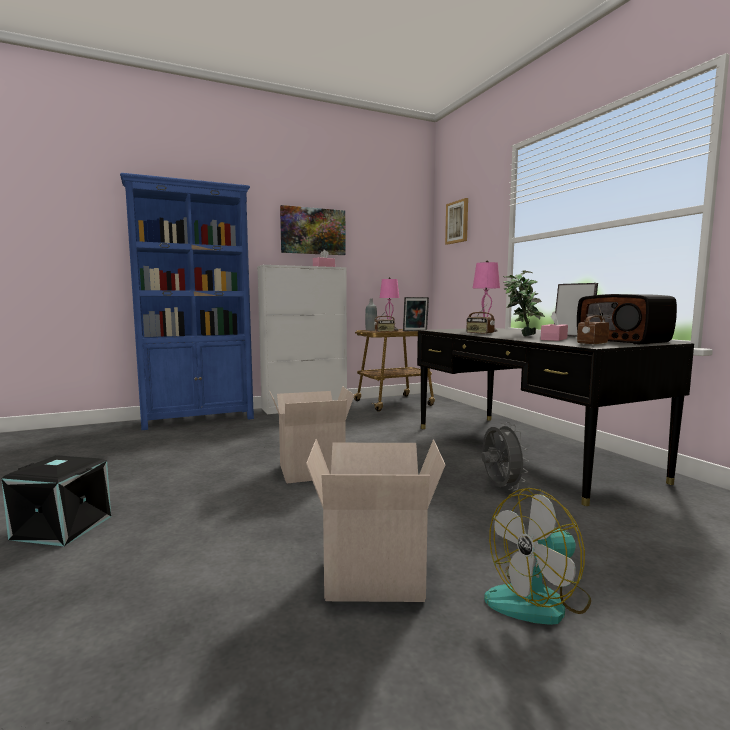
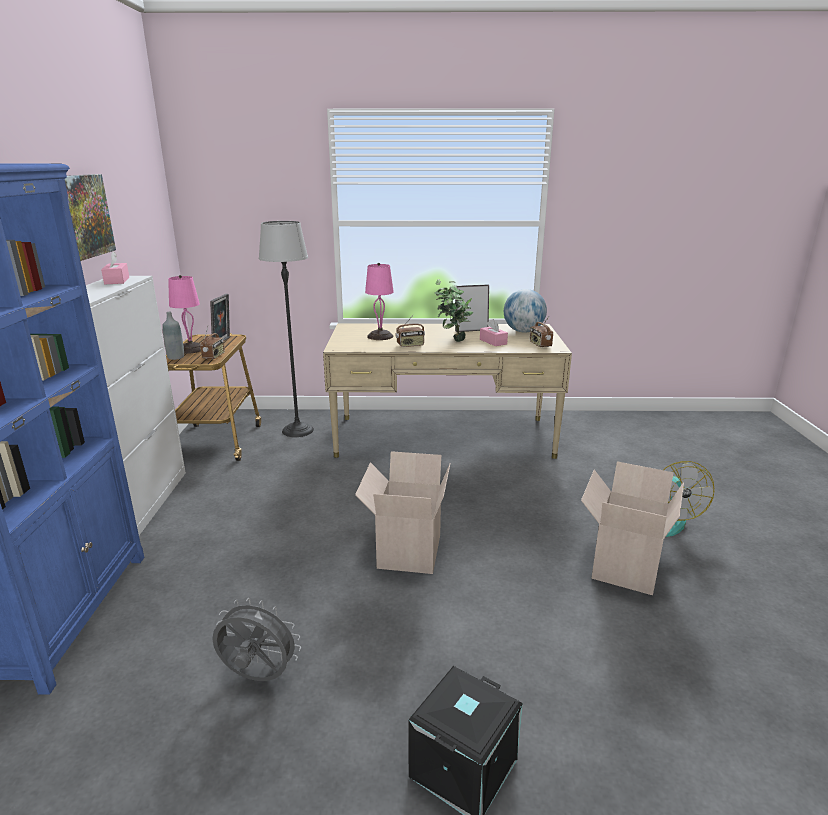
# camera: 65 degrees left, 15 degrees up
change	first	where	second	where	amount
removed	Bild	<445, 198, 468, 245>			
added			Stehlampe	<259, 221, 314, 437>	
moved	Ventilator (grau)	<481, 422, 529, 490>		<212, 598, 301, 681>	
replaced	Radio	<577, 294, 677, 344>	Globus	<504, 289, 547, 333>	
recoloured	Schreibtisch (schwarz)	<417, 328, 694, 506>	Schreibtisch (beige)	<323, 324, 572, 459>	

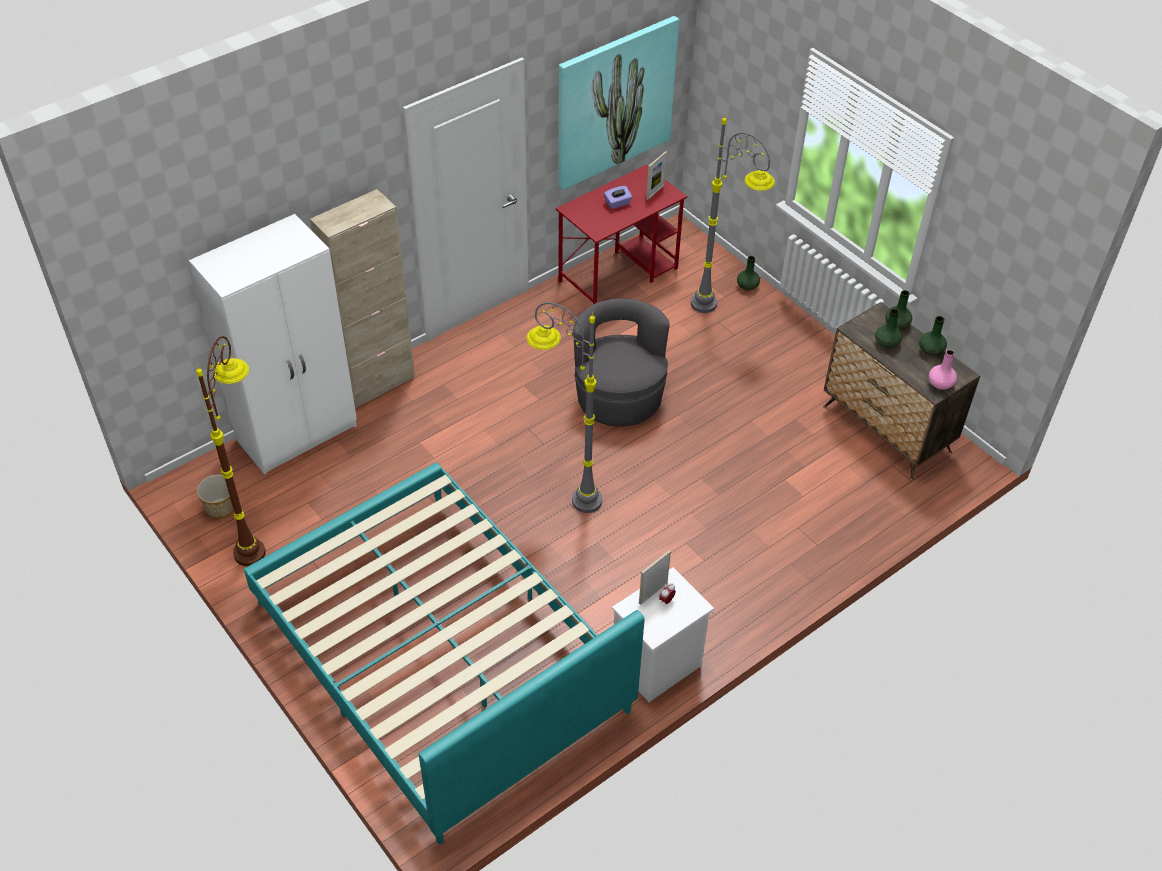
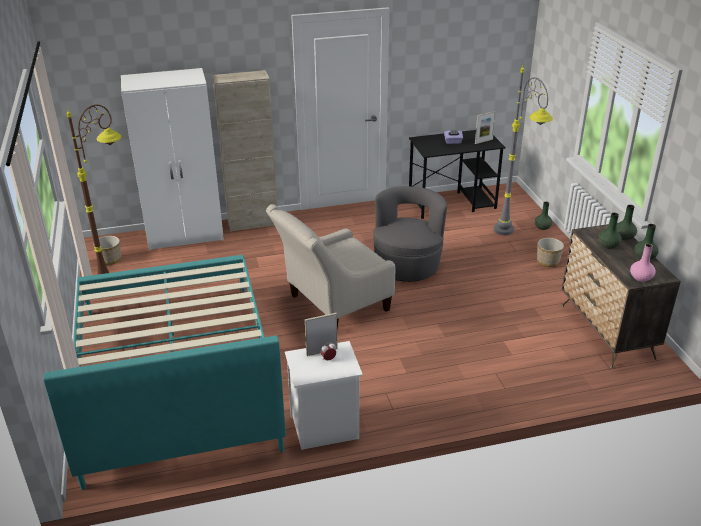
# camera: 25 degrees right, 15 degrees down
change	first	where	second	where	amount
removed	Bild	<558, 16, 679, 190>			
added			Pflanzkübel	<537, 238, 564, 267>	
replaced	Stehlampe (grau)	<527, 302, 602, 513>	Sessel (beige)	<266, 204, 395, 329>	
recoloured	Schreibtisch (rot)	<556, 165, 687, 304>	Schreibtisch (schwarz)	<409, 130, 506, 219>	

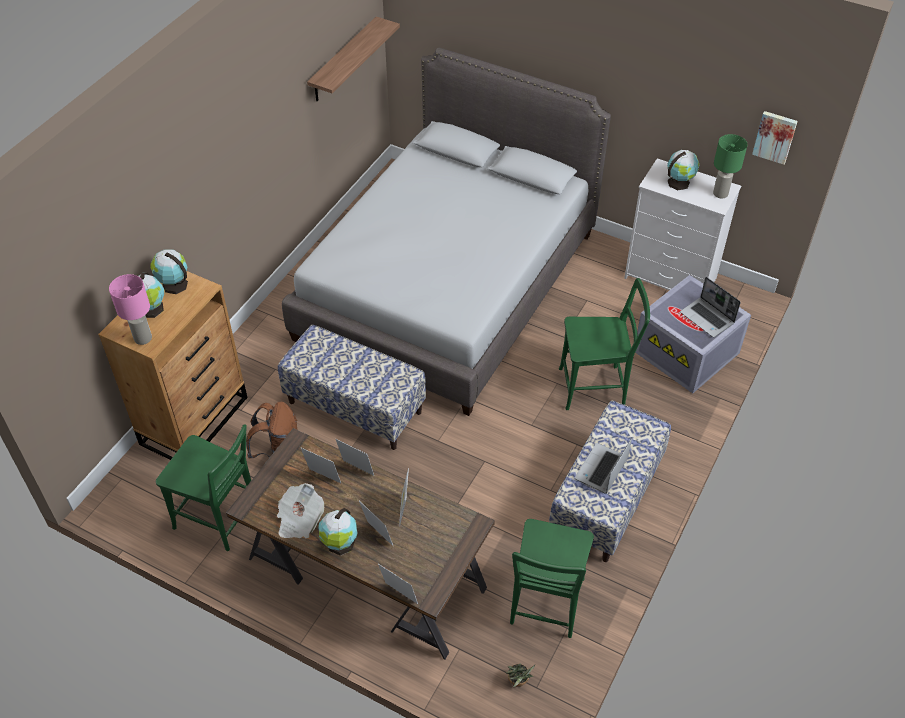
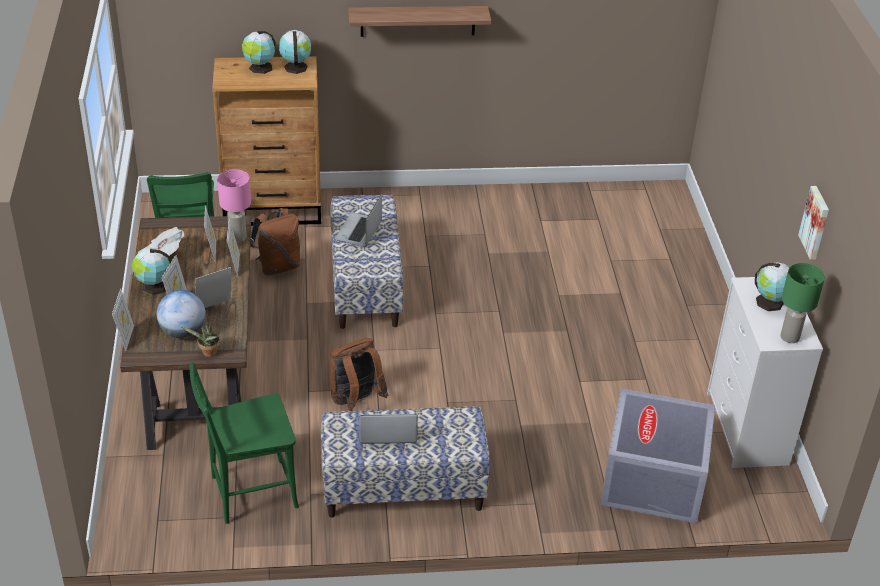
# camera: 55 degrees right, 10 degrees down
change	first	where	second	where	amount
removed	Bett (grau)	<282, 48, 611, 416>			
removed	Stuhl (grün)	<559, 278, 650, 410>			
added			Globus	<157, 290, 206, 338>	
added			Rucksack (braun)	<330, 338, 388, 411>	
moved	Tischlampe (rosa)	<109, 274, 152, 345>		<217, 169, 251, 242>	
moved	Wandregal	<307, 17, 400, 101>		<348, 6, 491, 37>	
moved	Topfpflanze	<506, 664, 535, 687>		<181, 325, 220, 357>	
moved	Laptop	<680, 277, 741, 337>		<335, 194, 382, 247>	
moved	Bild	<752, 111, 798, 165>		<798, 186, 829, 260>	

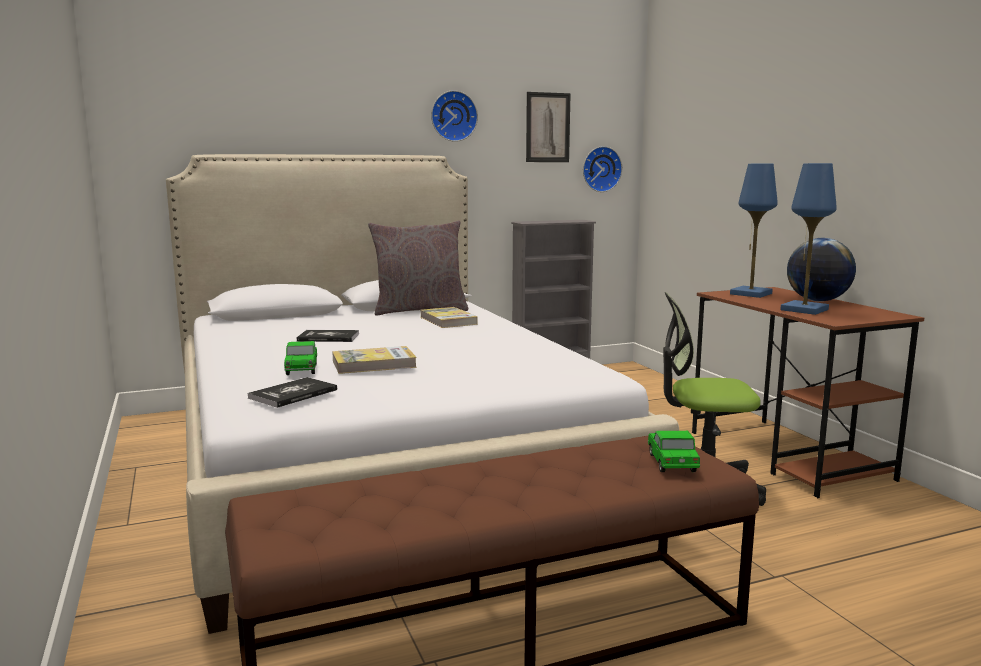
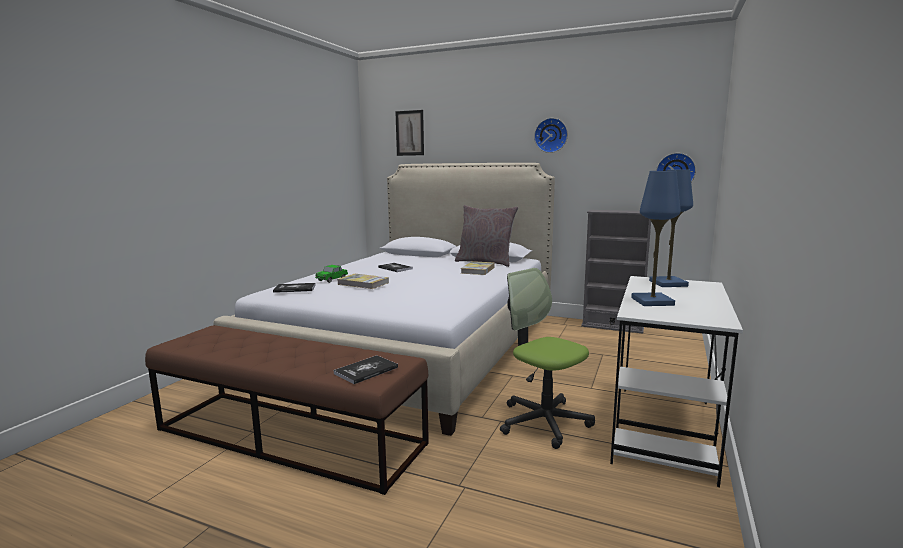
# camera: 45 degrees right, 0 degrees up
change	first	where	second	where	amount
removed	Globus	<787, 238, 856, 302>			
moved	Bild	<526, 92, 571, 162>		<395, 110, 424, 156>	
replaced	Spielzeugauto	<648, 431, 700, 472>	Buch	<333, 355, 398, 384>	
recoloured	Schreibtisch (braun)	<692, 287, 924, 498>	Schreibtisch (weiß)	<610, 276, 743, 487>	

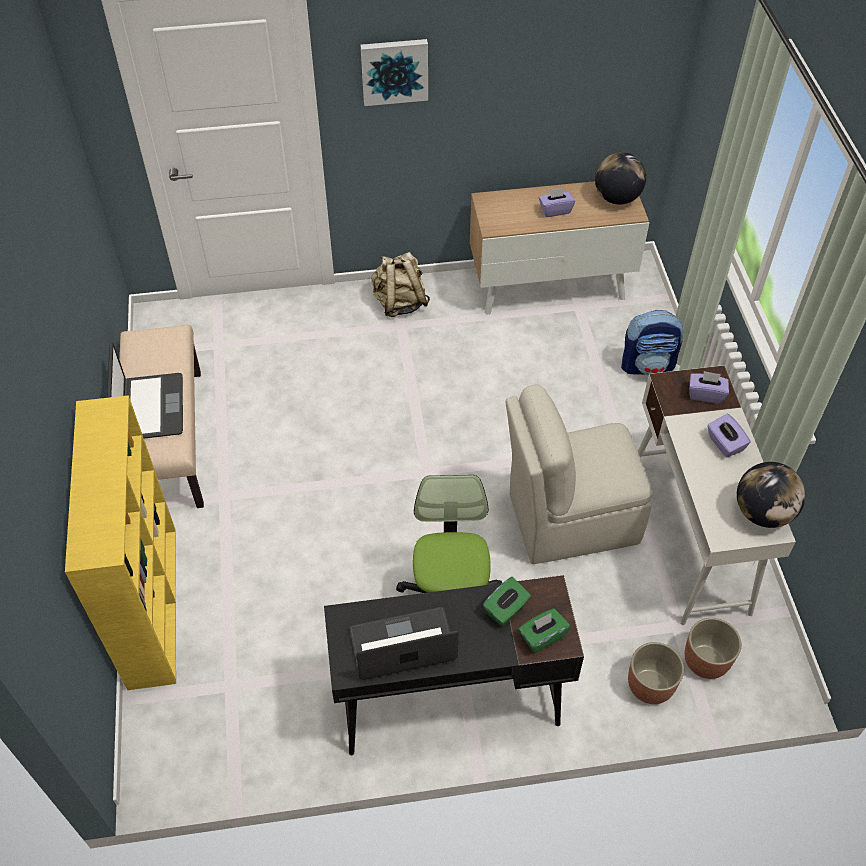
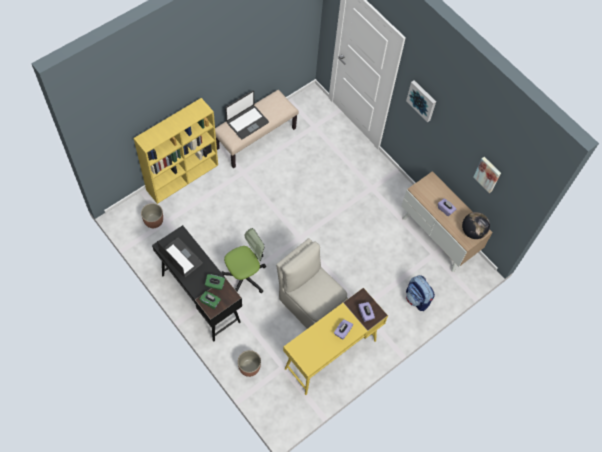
# camera: 55 degrees right, 10 degrees up
change	first	where	second	where	amount
removed	Rucksack (beige)	<371, 252, 430, 317>			
removed	Globus	<737, 462, 806, 528>			
added			Bild	<474, 157, 501, 193>	
moved	Pflanzkübel	<685, 618, 741, 679>		<141, 203, 163, 228>	
recoloured	Schreibtisch (weiß)	<638, 365, 796, 625>	Schreibtisch (gelb)	<283, 288, 388, 395>	

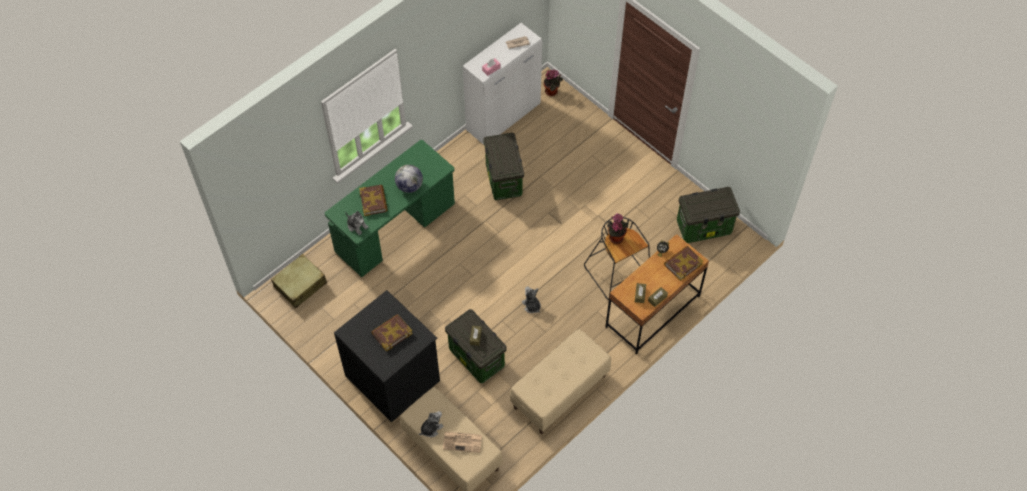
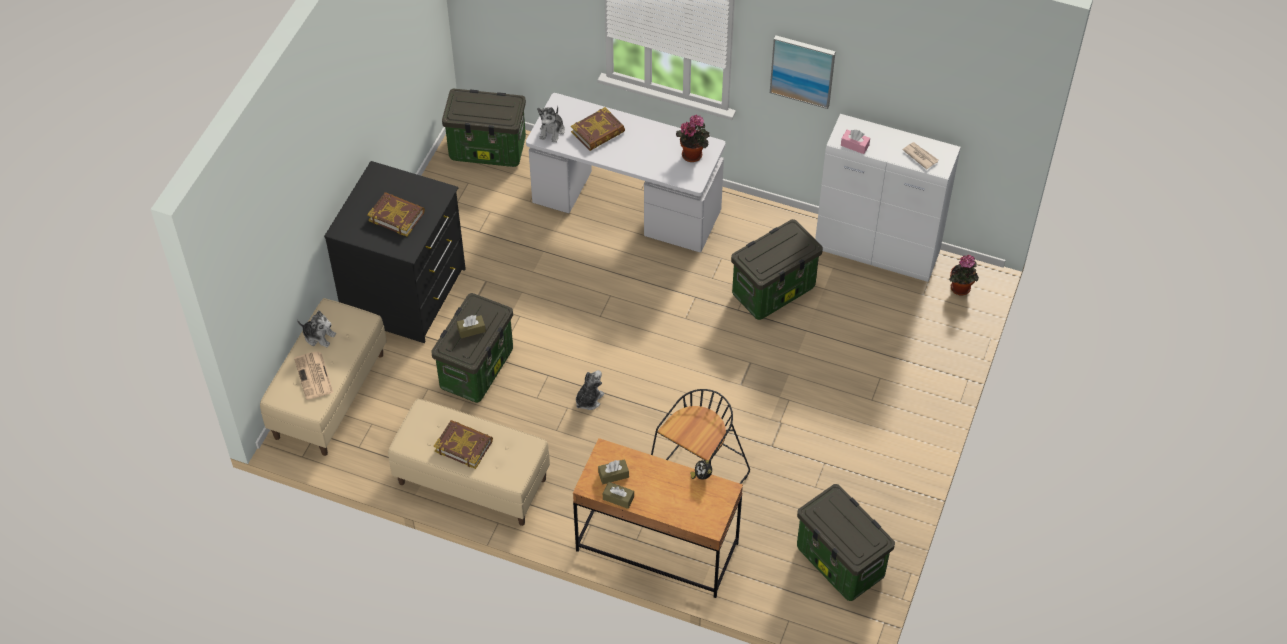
# camera: 65 degrees right, 5 degrees down
change	first	where	second	where	amount
removed	Globus	<395, 165, 423, 193>			
added			Bild	<770, 35, 836, 109>	
moved	Topfpflanze	<607, 213, 628, 244>		<676, 115, 710, 162>	
moved	Buch	<664, 246, 703, 281>		<434, 420, 493, 469>	
replaced	Koffer (beige)	<271, 254, 327, 308>	Aufbewahrungsbox	<442, 89, 526, 167>	
recoloured	Schreibtisch (grün)	<325, 140, 455, 277>	Schreibtisch (weiß)	<526, 93, 725, 252>	

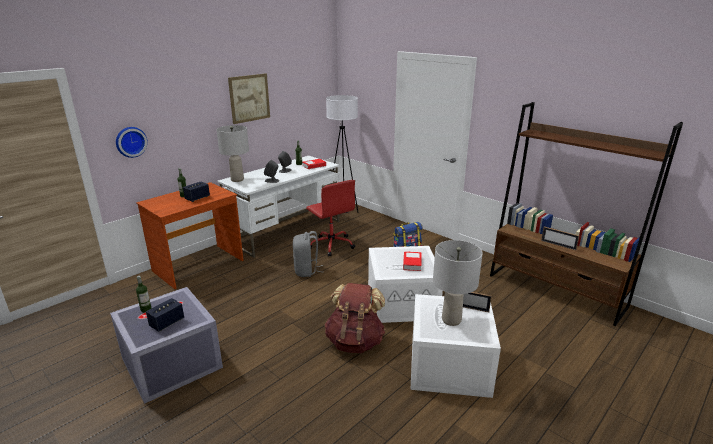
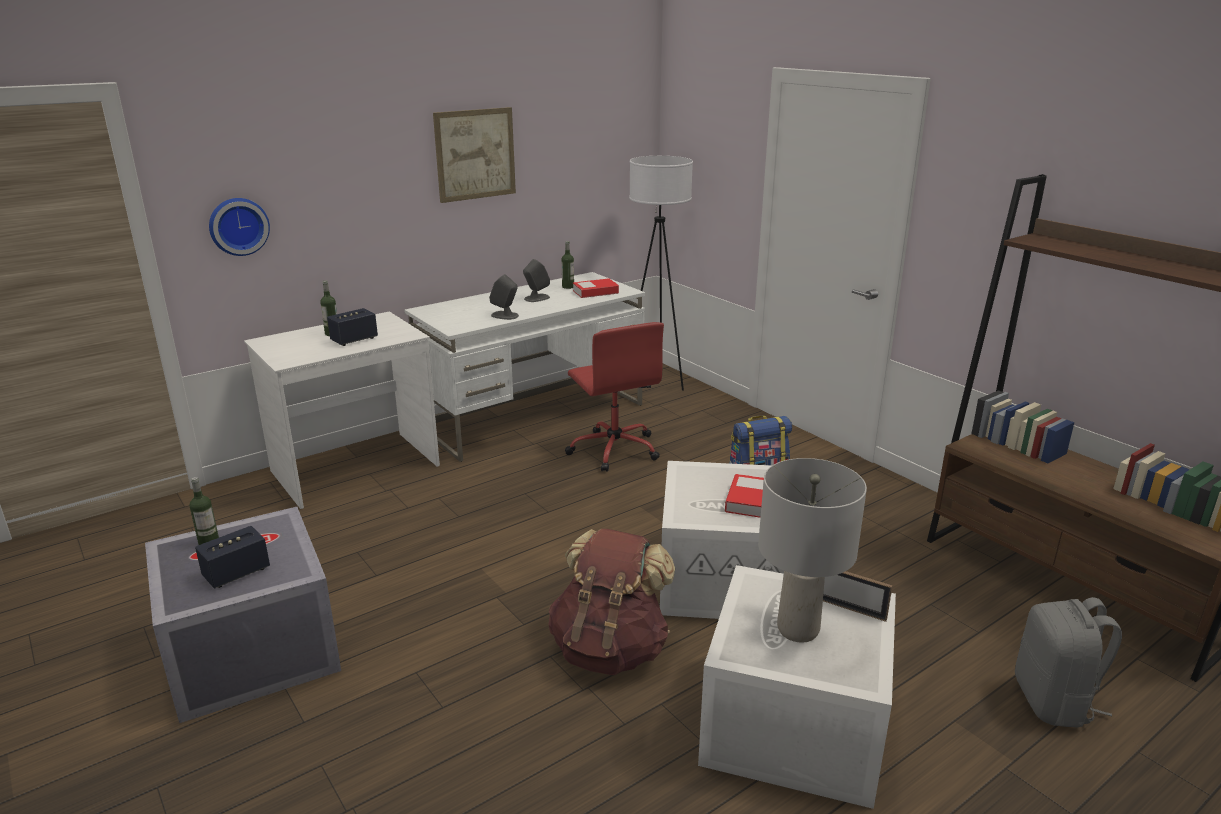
# camera: 10 degrees right, 0 degrees up
change	first	where	second	where	amount
removed	Tischlampe (grau)	<216, 125, 249, 182>			
removed	Bilderrahmen	<541, 227, 579, 250>			
moved	Rucksack (grau)	<293, 231, 324, 277>		<1015, 597, 1122, 728>	
recoloured	Schreibtisch (braun)	<136, 182, 244, 289>	Schreibtisch (weiß)	<244, 311, 440, 509>	

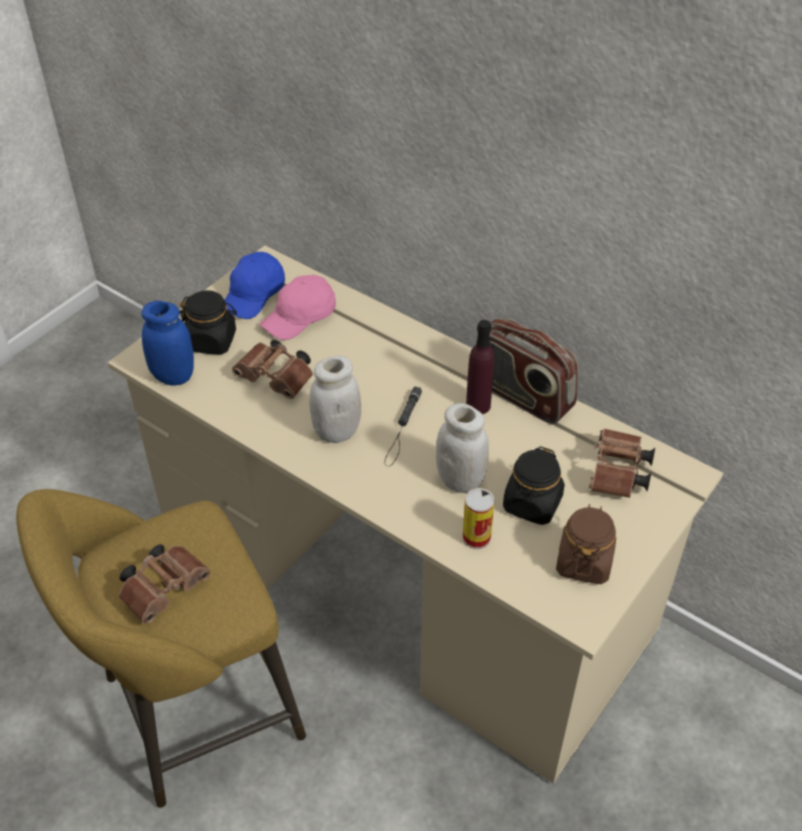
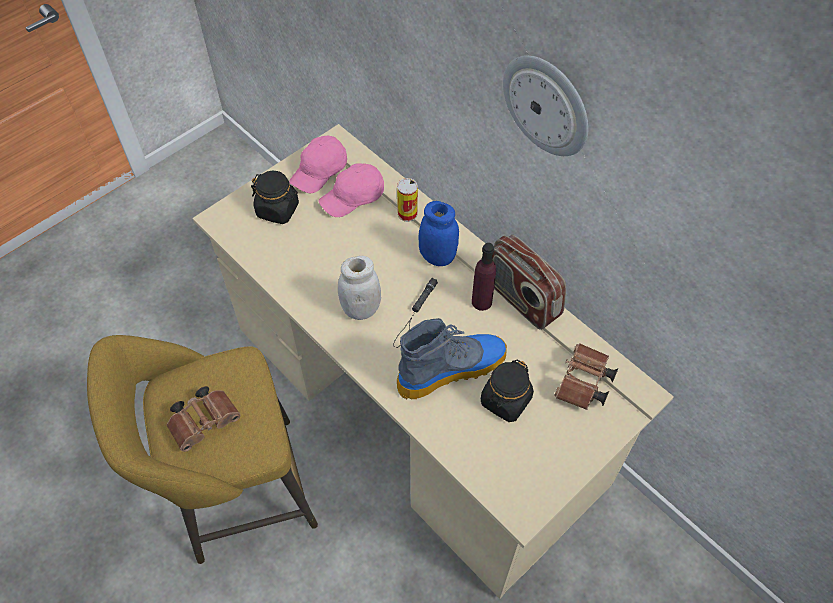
# camera: 10 degrees right, 10 degrees up
change	first	where	second	where	amount
removed	Fernglas (braun)	<232, 340, 313, 399>			
removed	Vorratsglas (braun)	<556, 504, 616, 584>			
added			Wanduhr	<503, 55, 589, 156>	
moved	Vorratsglas (blau)	<141, 301, 194, 386>		<418, 201, 459, 266>	
moved	Dose	<463, 488, 495, 549>		<397, 178, 418, 222>	
replaced	Vorratsglas (weiß)	<436, 403, 489, 493>	Stiefel	<397, 318, 507, 399>	
recoloured	Kappe (blau)	<224, 252, 285, 319>	Kappe (rosa)	<289, 136, 347, 193>	

